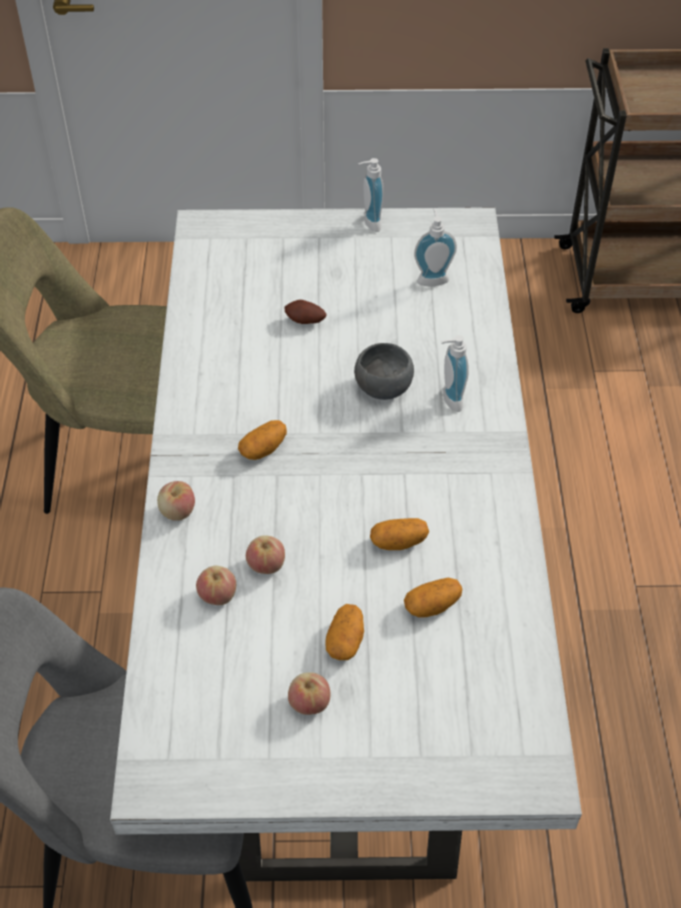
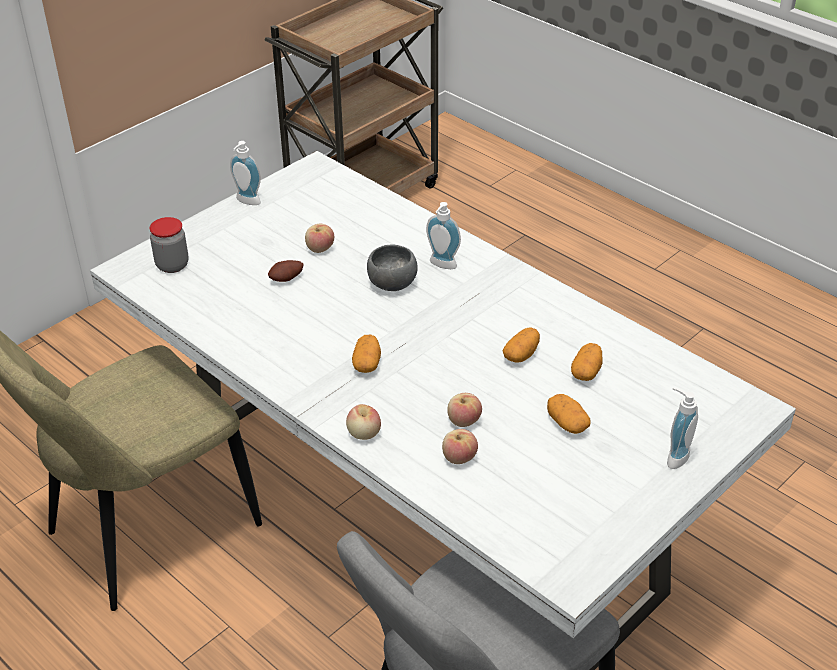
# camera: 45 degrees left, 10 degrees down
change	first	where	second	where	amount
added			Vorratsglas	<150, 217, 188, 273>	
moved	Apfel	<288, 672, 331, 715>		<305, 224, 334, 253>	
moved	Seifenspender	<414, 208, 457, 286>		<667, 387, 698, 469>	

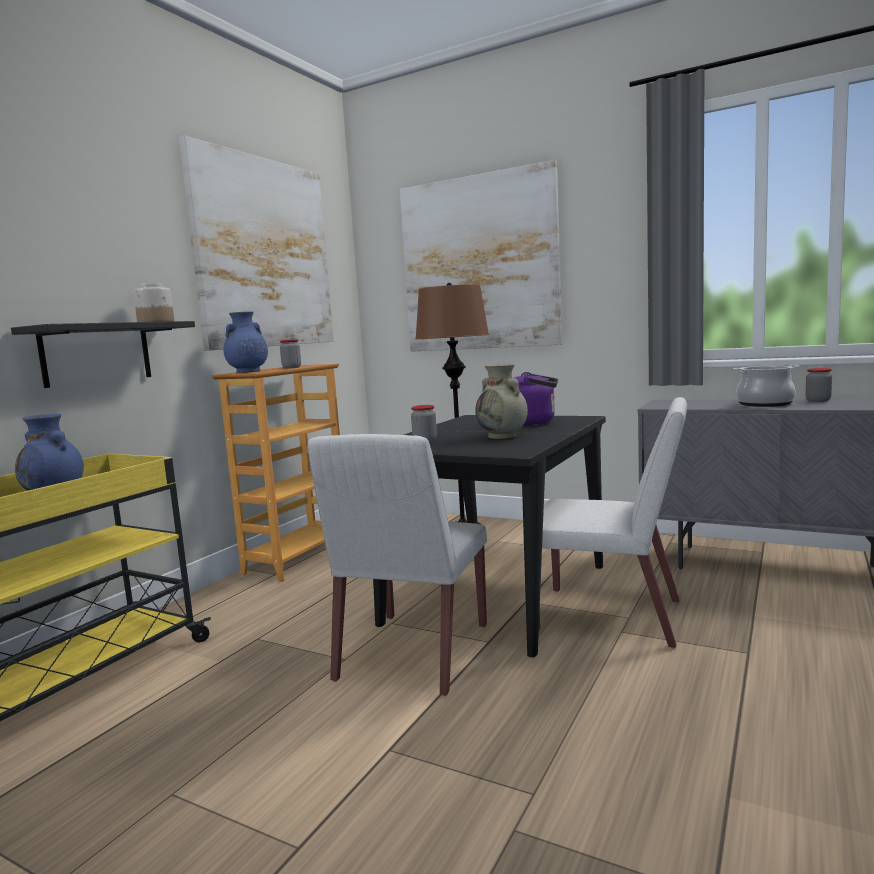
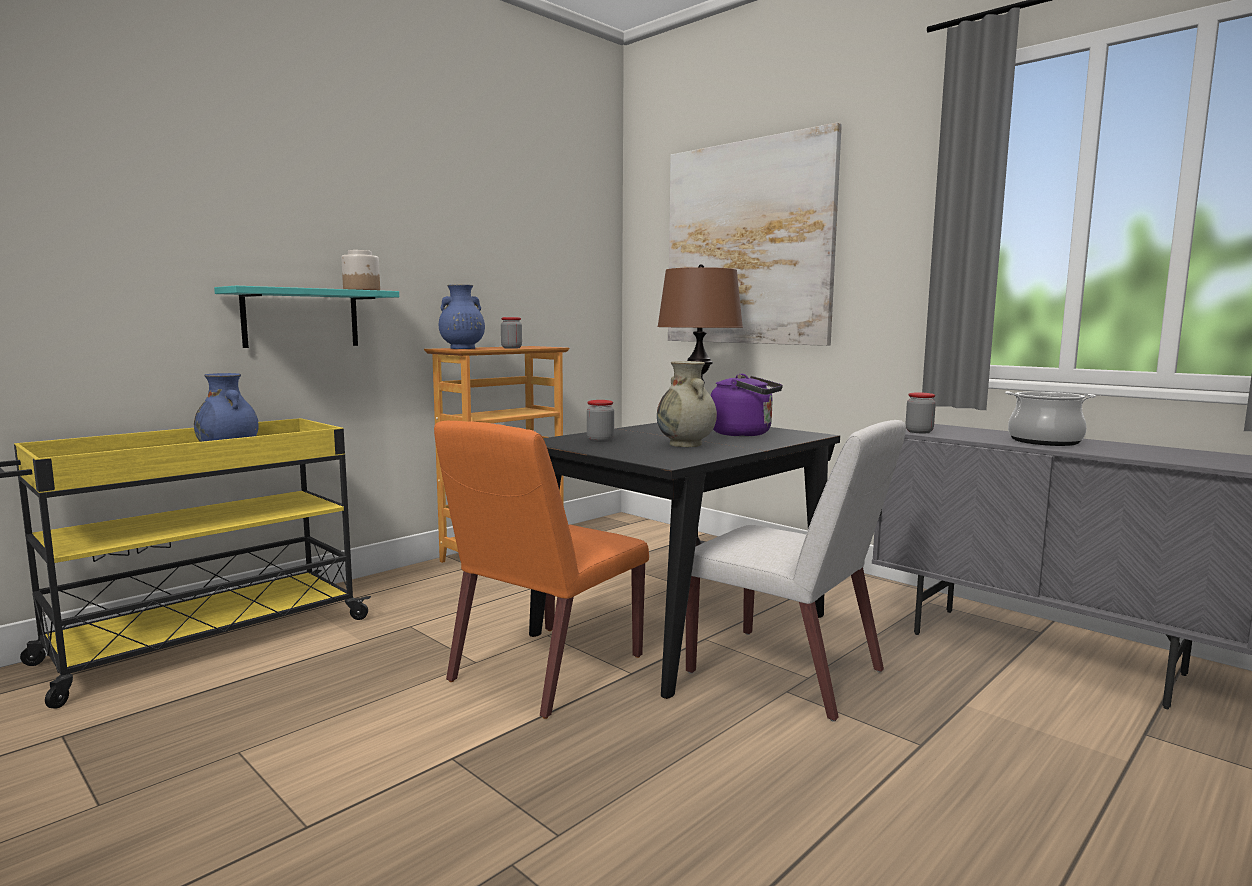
# camera: 15 degrees right, 0 degrees up
change	first	where	second	where	amount
removed	Bild	<179, 135, 334, 351>			
moved	Vorratsglas	<806, 368, 832, 402>		<906, 392, 936, 433>	
recoloured	Wandregal (schwarz)	<11, 321, 195, 388>	Wandregal (türkis)	<214, 286, 399, 348>	
recoloured	Stuhl (weiß)	<307, 434, 487, 696>	Stuhl (orange)	<434, 421, 649, 719>	

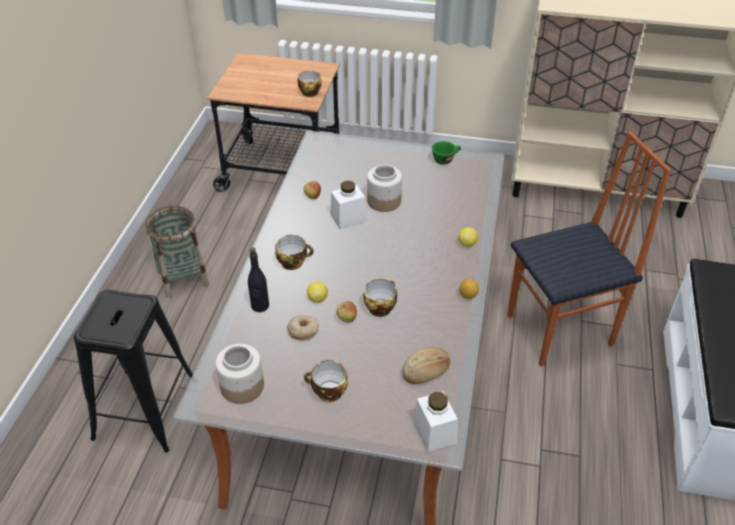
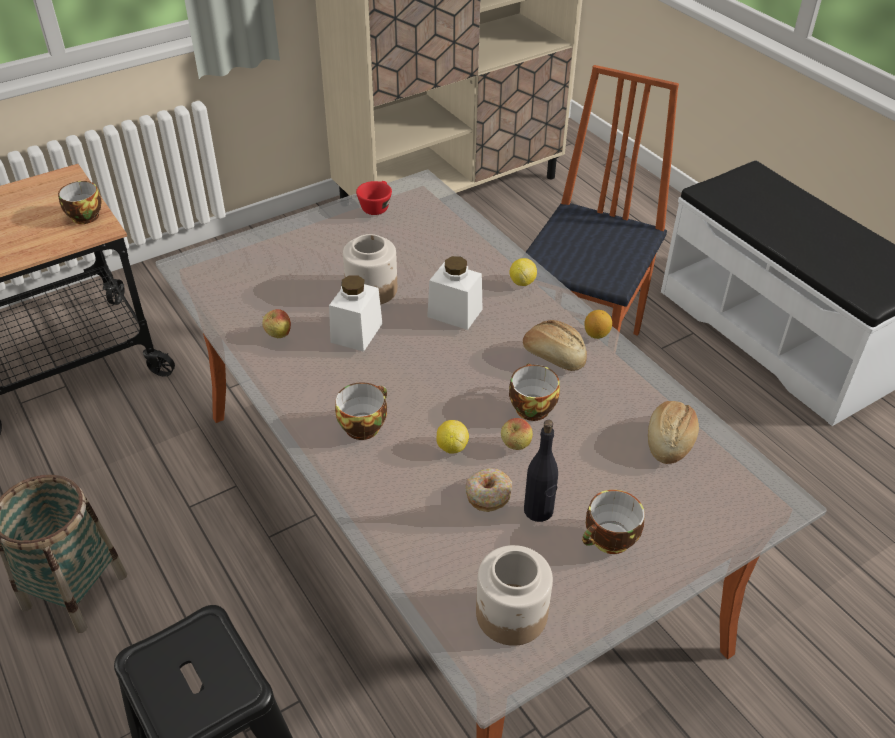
# camera: 45 degrees left, 0 degrees up
change	first	where	second	where	amount
added			Brot	<523, 320, 587, 371>	
moved	Flasche (schwarz)	<248, 248, 269, 312>		<524, 420, 558, 522>	
moved	Vorratsglas (weiß)	<414, 391, 458, 452>		<427, 256, 483, 330>	
recoloured	Tasse (grün)	<432, 141, 461, 165>	Tasse (rot)	<356, 181, 392, 215>	

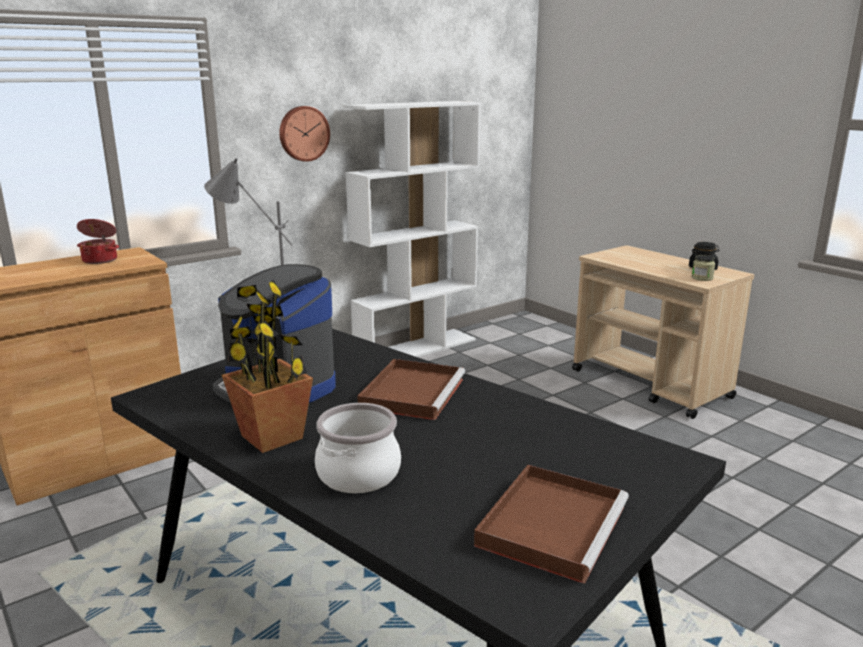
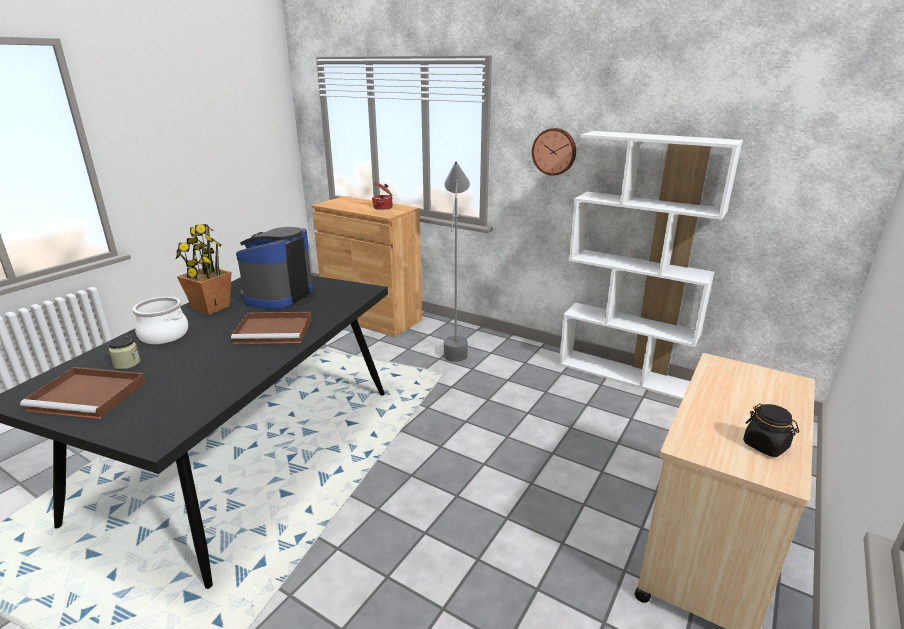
# camera: 70 degrees right, 5 degrees up
change	first	where	second	where	amount
moved	Vorratsglas	<692, 255, 715, 281>		<108, 337, 140, 369>	

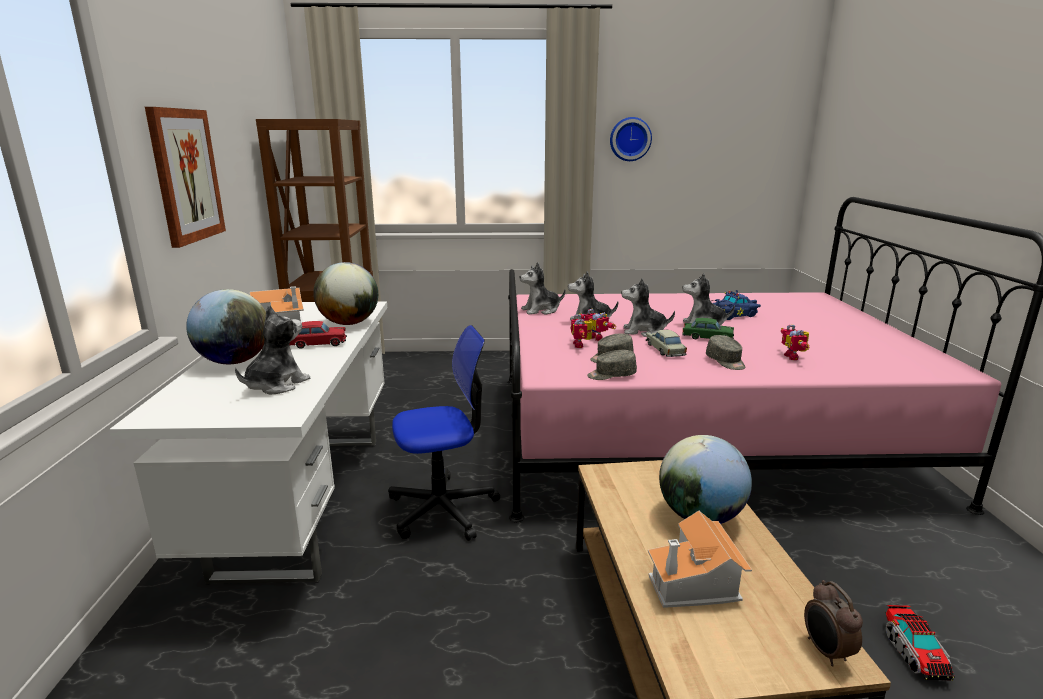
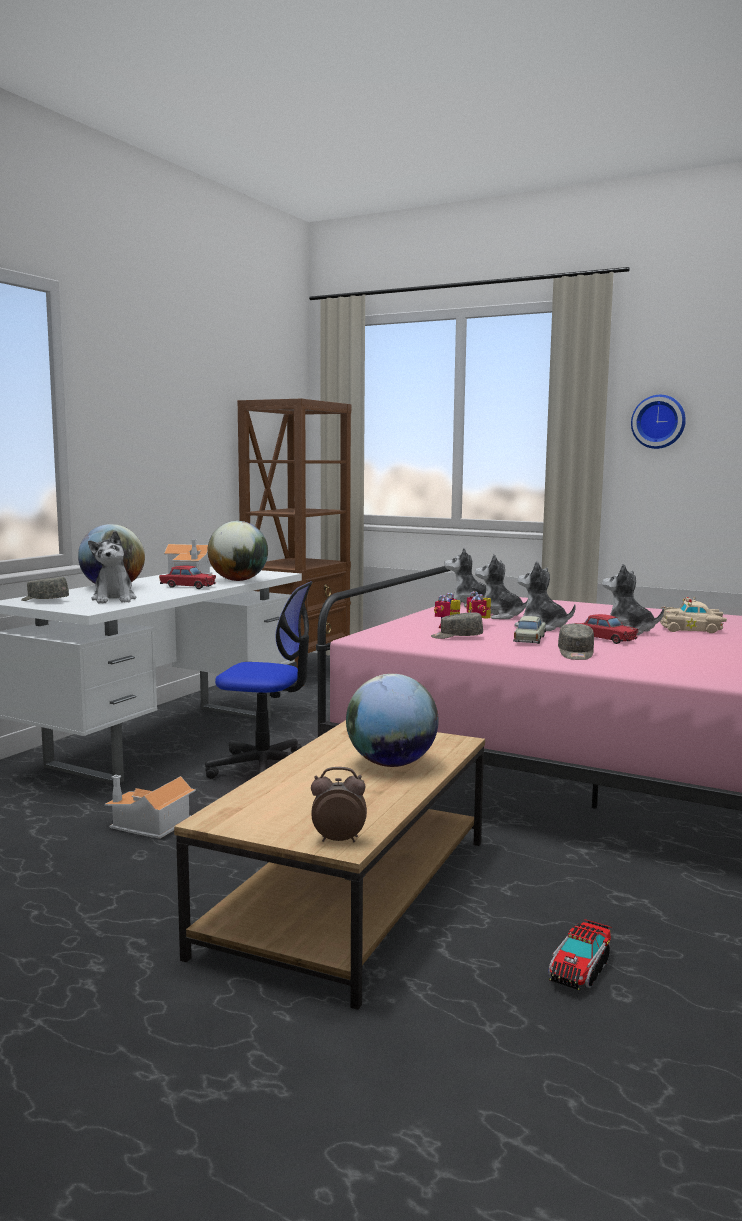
# camera: 30 degrees right, 10 degrees down
change	first	where	second	where	amount
removed	Bild	<145, 107, 226, 248>			
removed	Spielzeugroboter	<781, 324, 809, 360>			
moved	Kappe (grau)	<587, 350, 637, 380>		<21, 577, 69, 601>	
moved	Spielzeughaus	<648, 511, 752, 608>		<105, 775, 196, 839>	
recoloured	Spielzeugauto (grün)	<682, 318, 734, 339>	Spielzeugauto (rot)	<575, 614, 639, 644>	
recoloured	Spielzeugauto (blau)	<711, 290, 761, 320>	Spielzeugauto (beige)	<660, 597, 727, 633>	
turned	Plüschtier	<235, 305, 310, 395>		<88, 531, 136, 603>	105 degrees clockwise
turned	Wecker	<804, 580, 863, 666>		<311, 767, 367, 842>	75 degrees clockwise

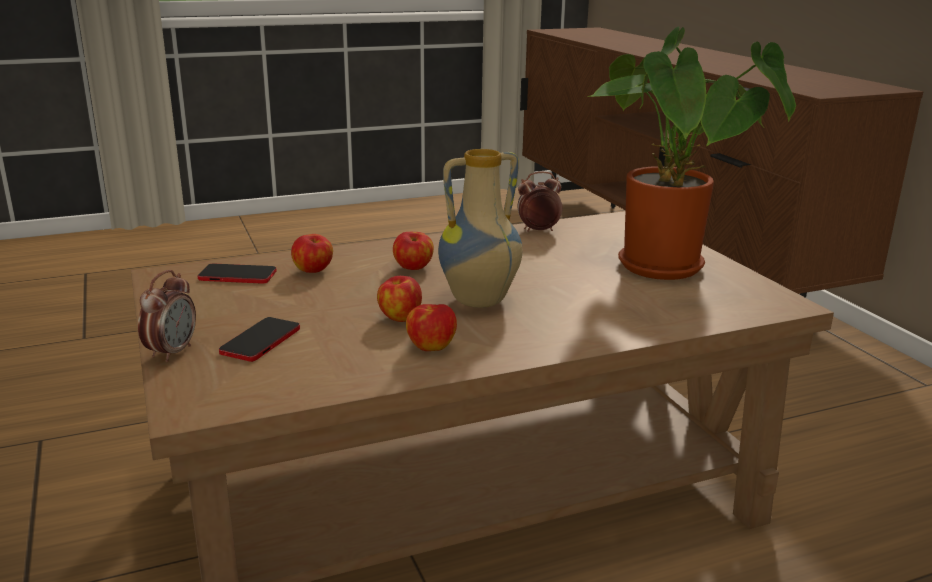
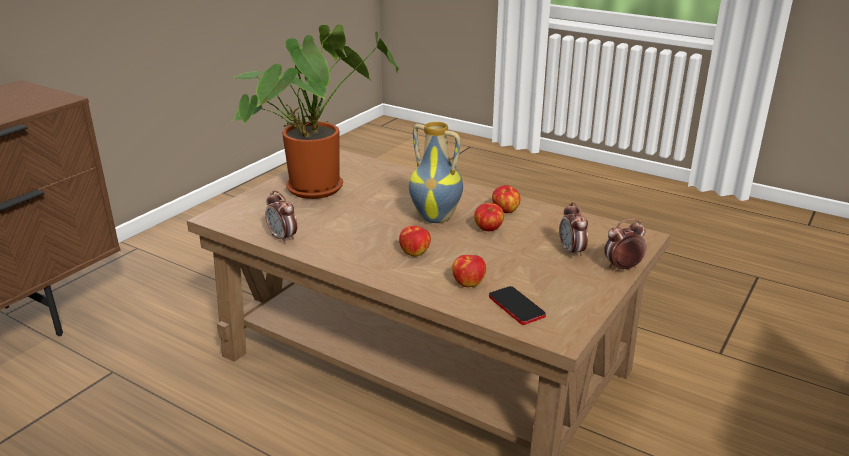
# camera: 125 degrees left, 5 degrees up
change	first	where	second	where	amount
replaced	Handy	<219, 317, 300, 362>	Wecker	<559, 202, 588, 258>	

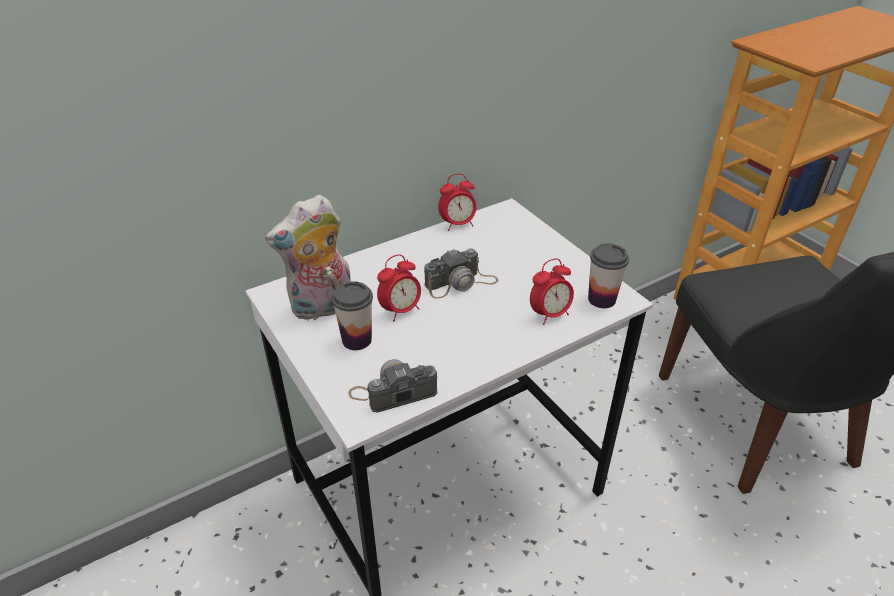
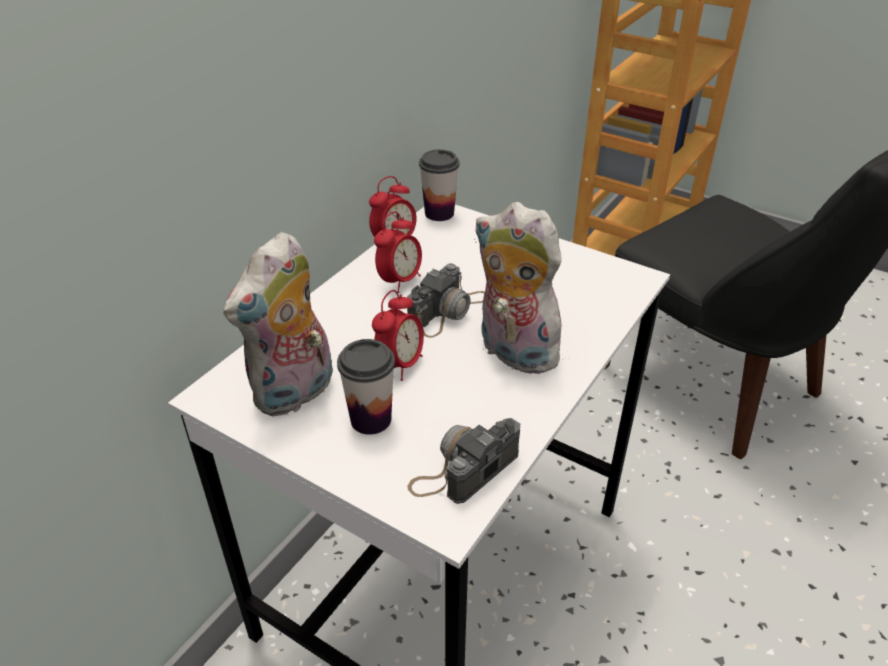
# camera: 25 degrees left, 0 degrees up
change	first	where	second	where	amount
added			Plüschtier	<474, 202, 570, 374>	
moved	Wecker	<530, 258, 574, 325>		<374, 211, 422, 293>	
moved	Tasse	<588, 243, 629, 308>		<419, 149, 460, 221>	

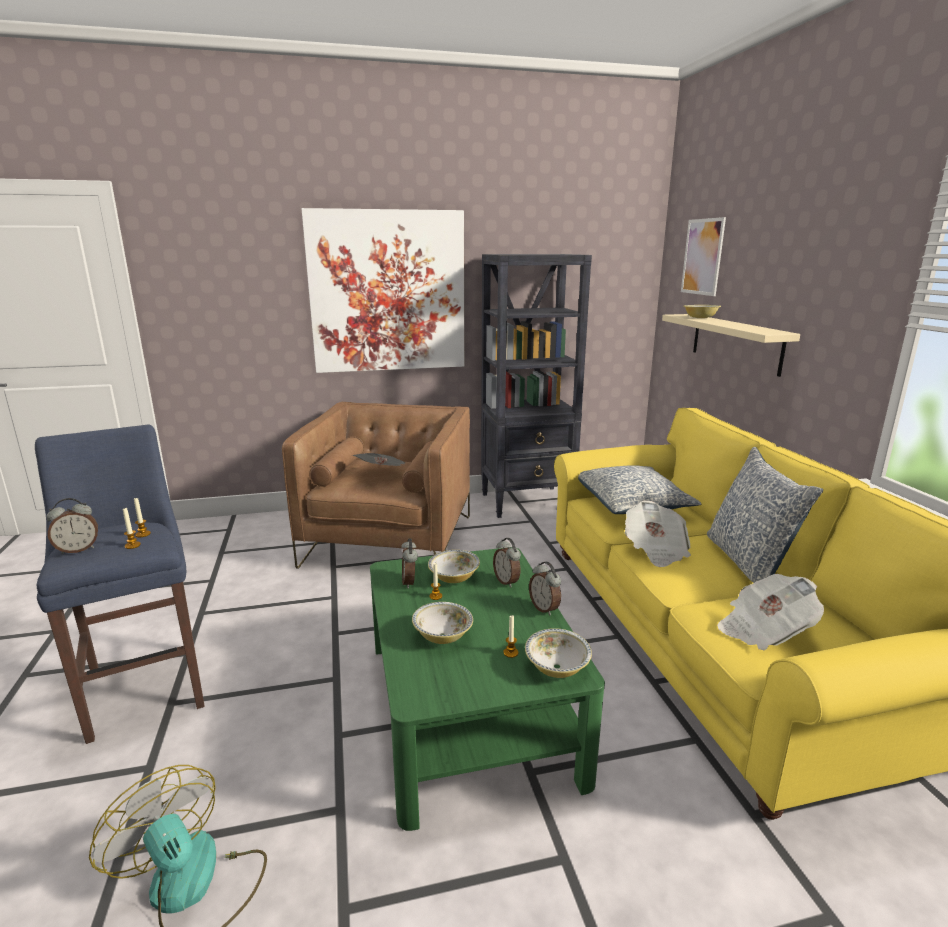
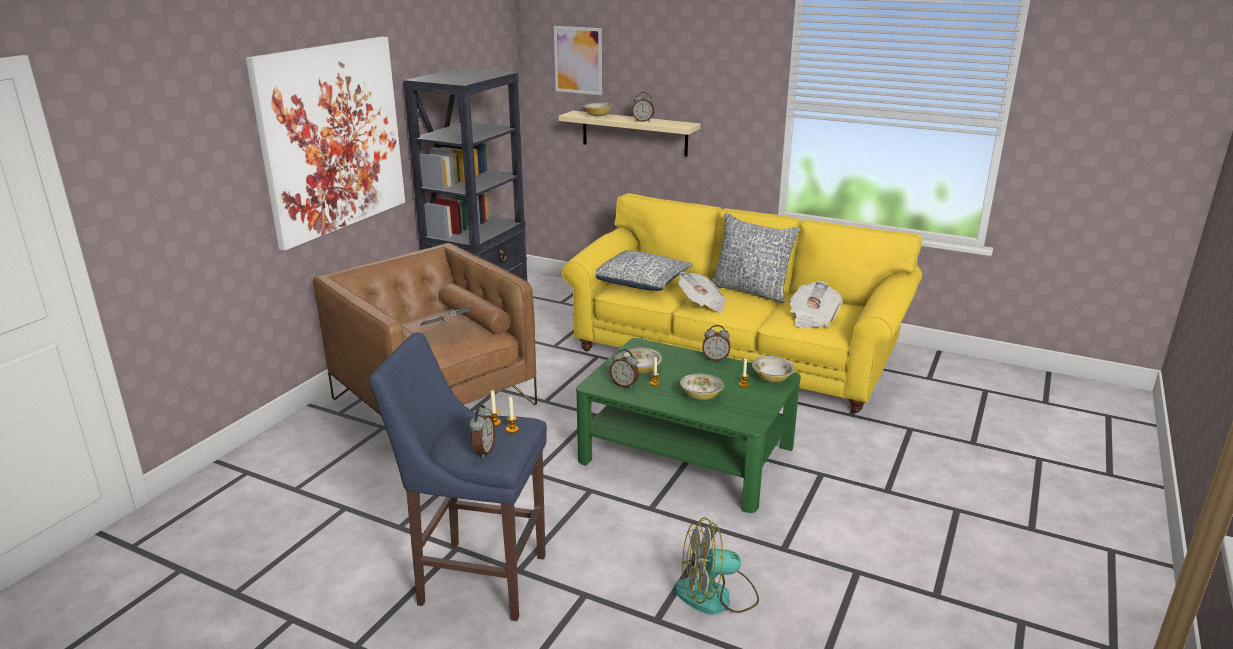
# camera: 50 degrees left, 5 degrees up
change	first	where	second	where	amount
moved	Wecker	<493, 538, 521, 588>		<632, 92, 654, 122>	

